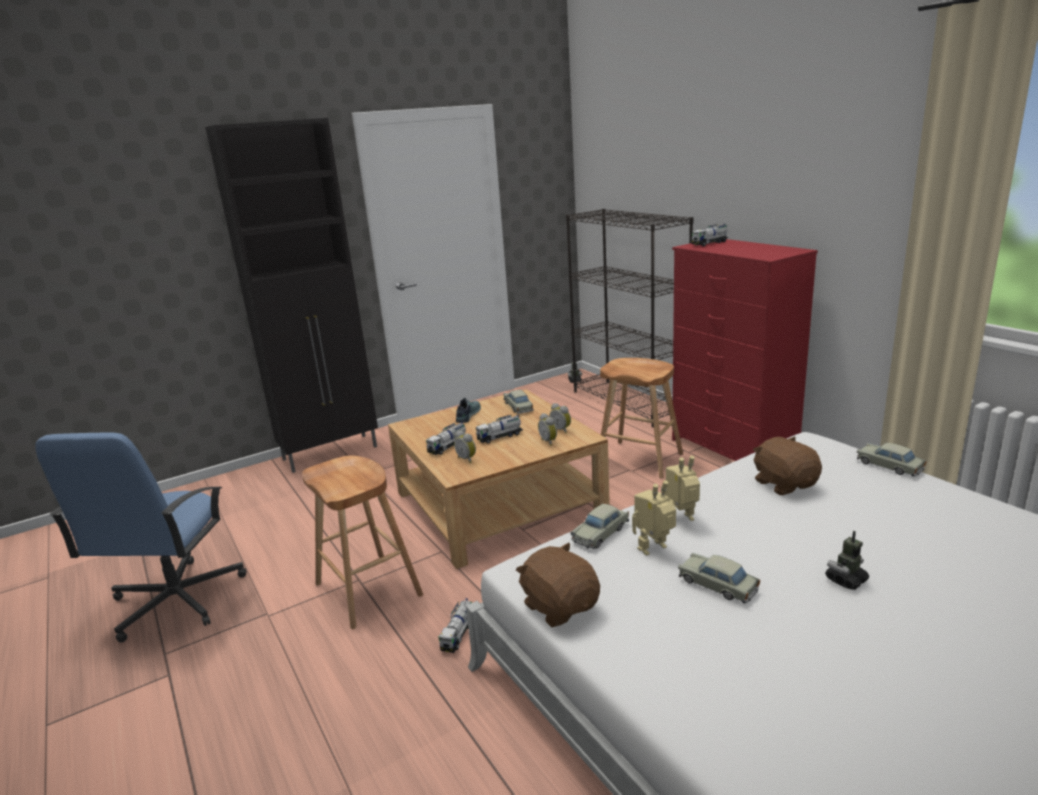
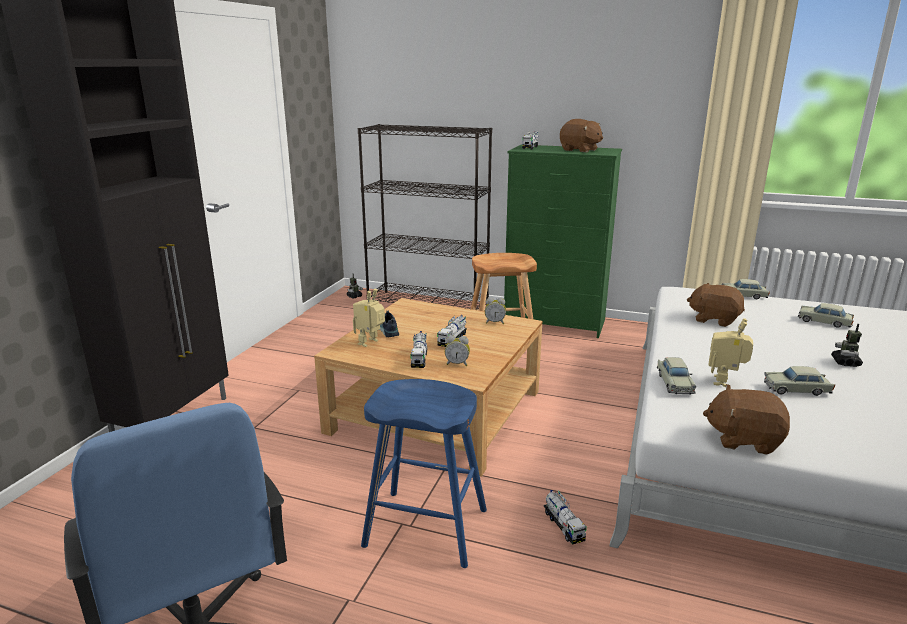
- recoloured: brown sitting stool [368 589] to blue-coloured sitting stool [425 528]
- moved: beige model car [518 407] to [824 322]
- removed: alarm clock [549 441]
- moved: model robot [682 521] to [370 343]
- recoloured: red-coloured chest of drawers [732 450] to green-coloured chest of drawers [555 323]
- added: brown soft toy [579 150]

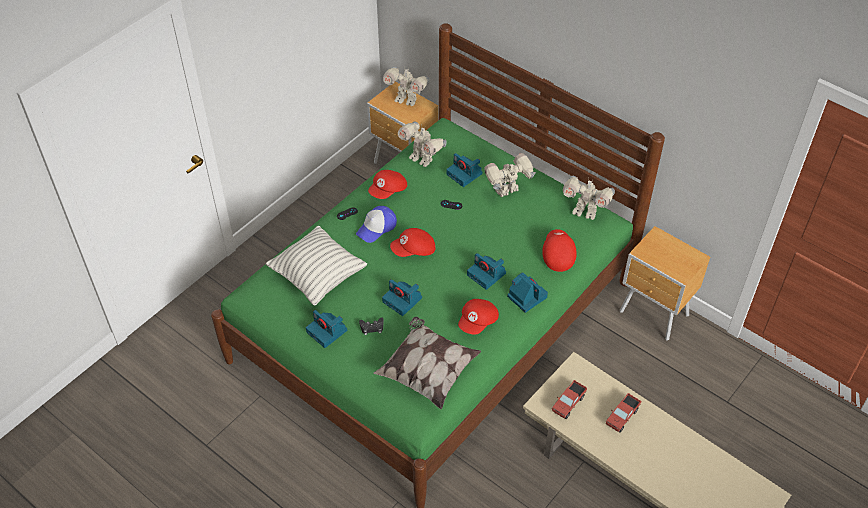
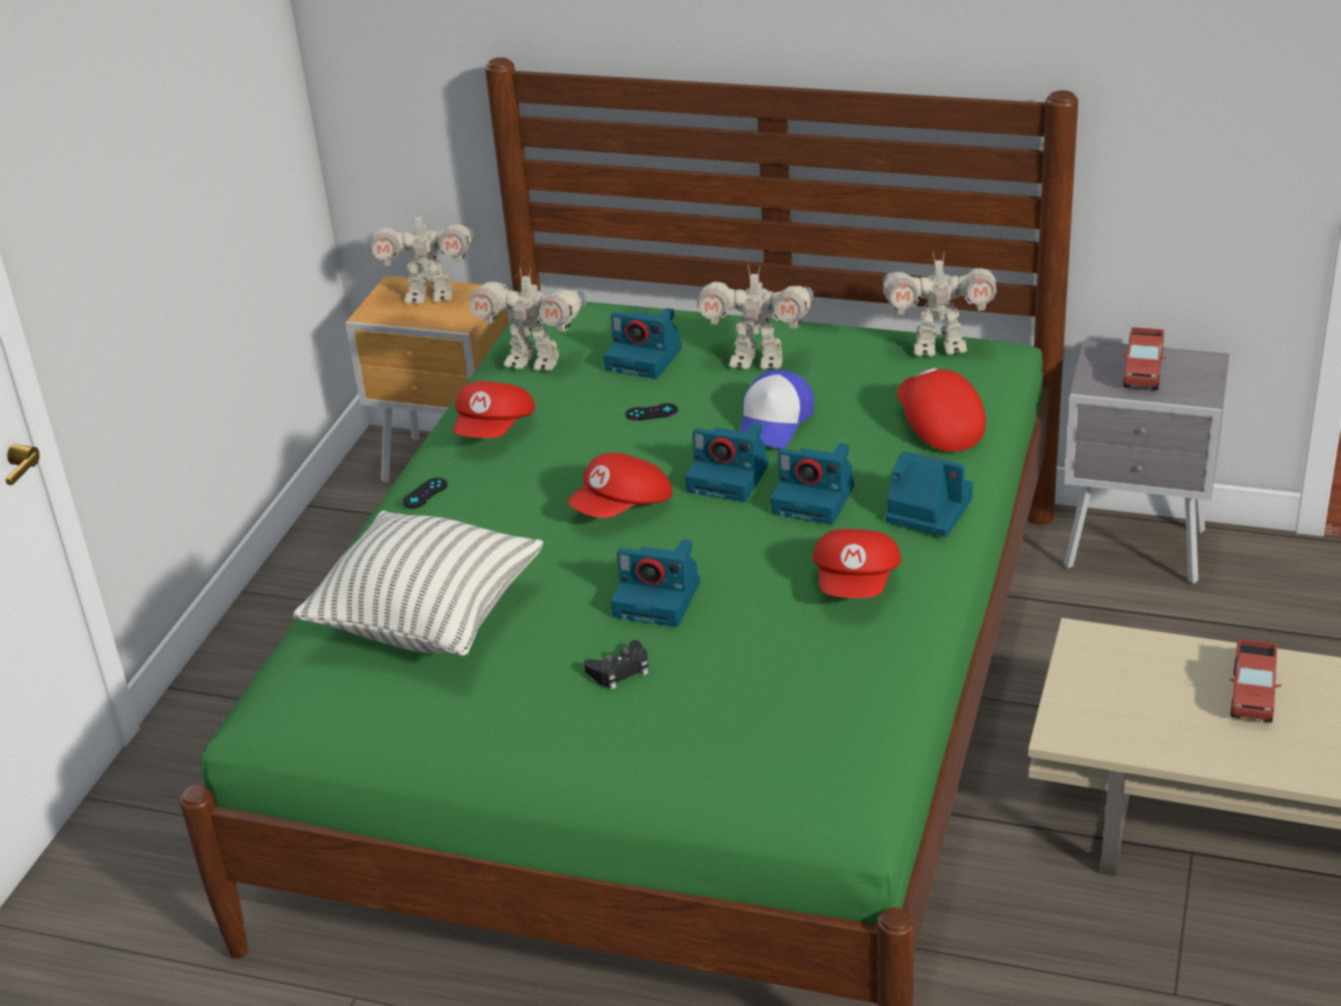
- moved: photo camera [327 331] to [730 478]
- moved: peaked cap [377 227] to [774 422]
- removed: throw pillow [427 371]
- turned: model robot [508 192] = [757 360] 120 degrees counterclockwise
- moved: model truck [568 403] to [1142 372]
- recoloured: brown bedside table [654 315] to greyish bedside table [1138 551]

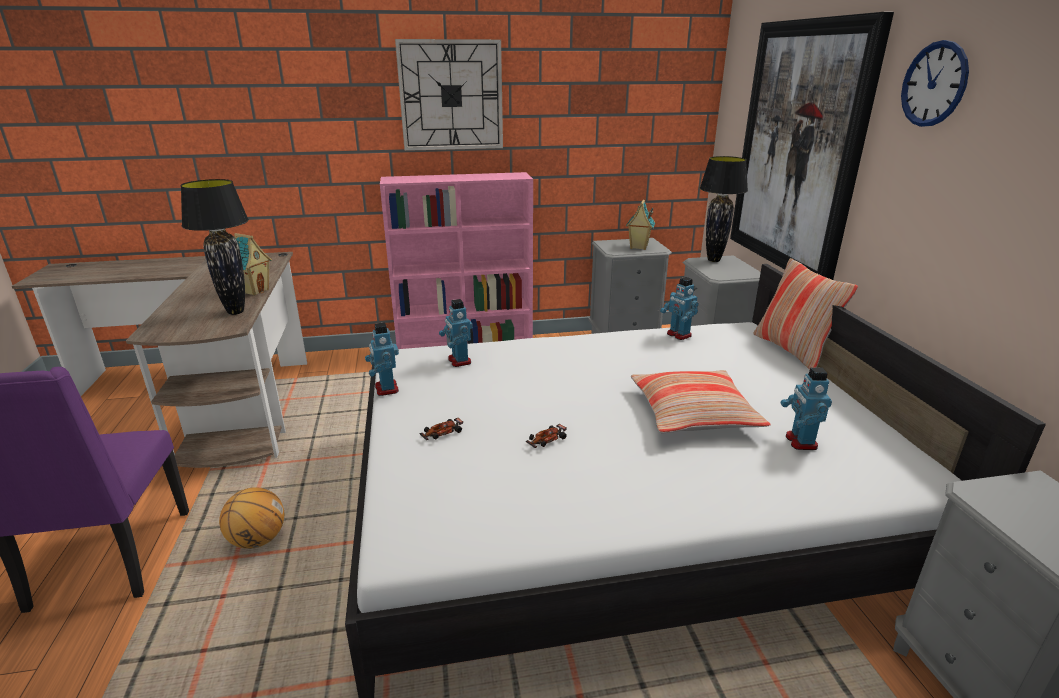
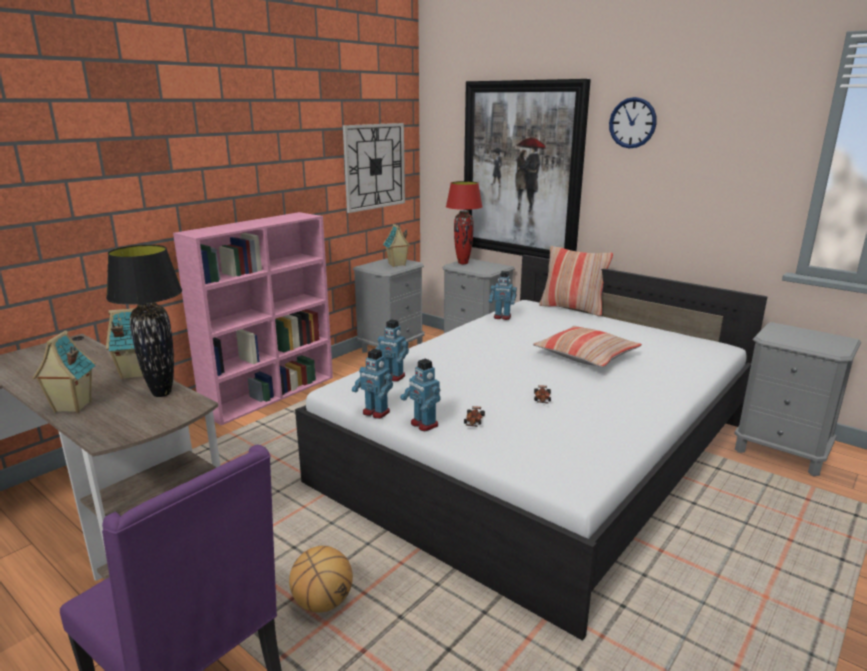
- moved: wall clock [451 96] to [374 166]
- recoloured: blackish lamp for a table [714 260] to red-coloured lamp for a table [463 263]
- moved: model robot [800 442] to [423 424]
- added: model house [71 407]

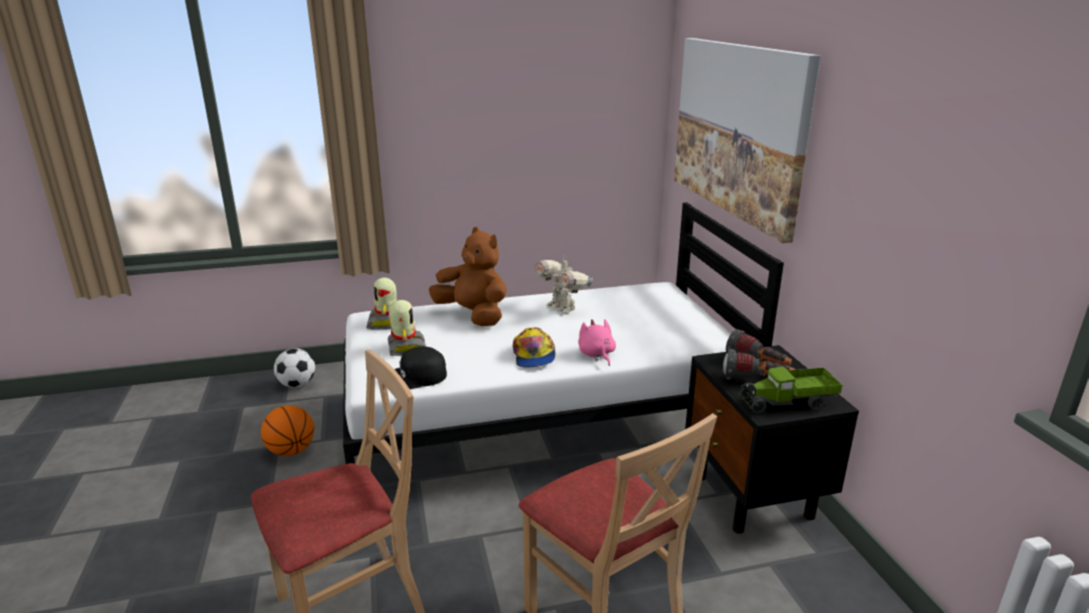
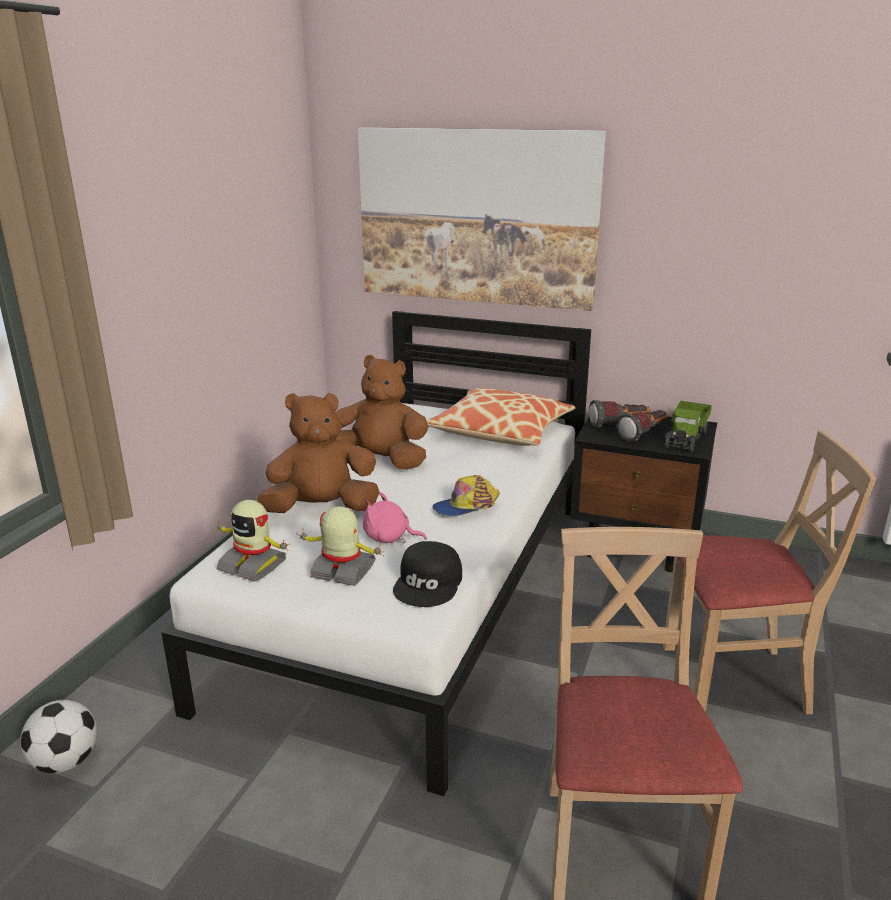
- removed: basketball ball [291 451]
- turned: peaked cap [534 355] = [466 506] 120 degrees clockwise
- replaced: model robot [562 308] to brown soft toy [380 461]
- moved: pink soft toy [596 354] to [389 538]
- added: throw pillow [500 431]

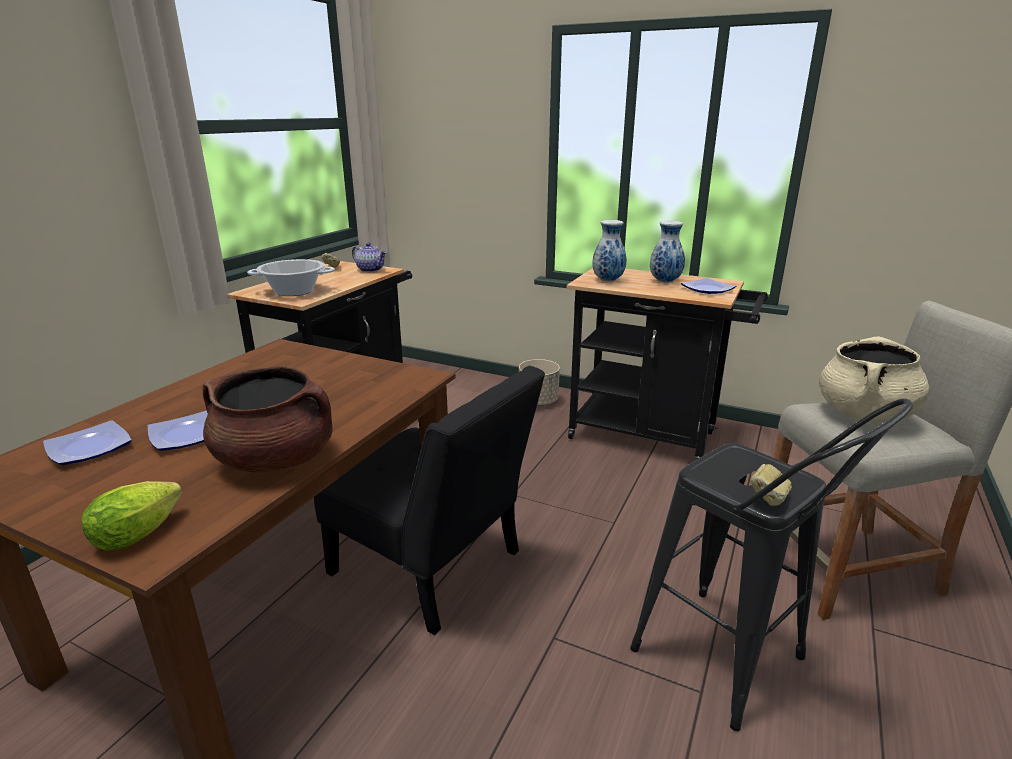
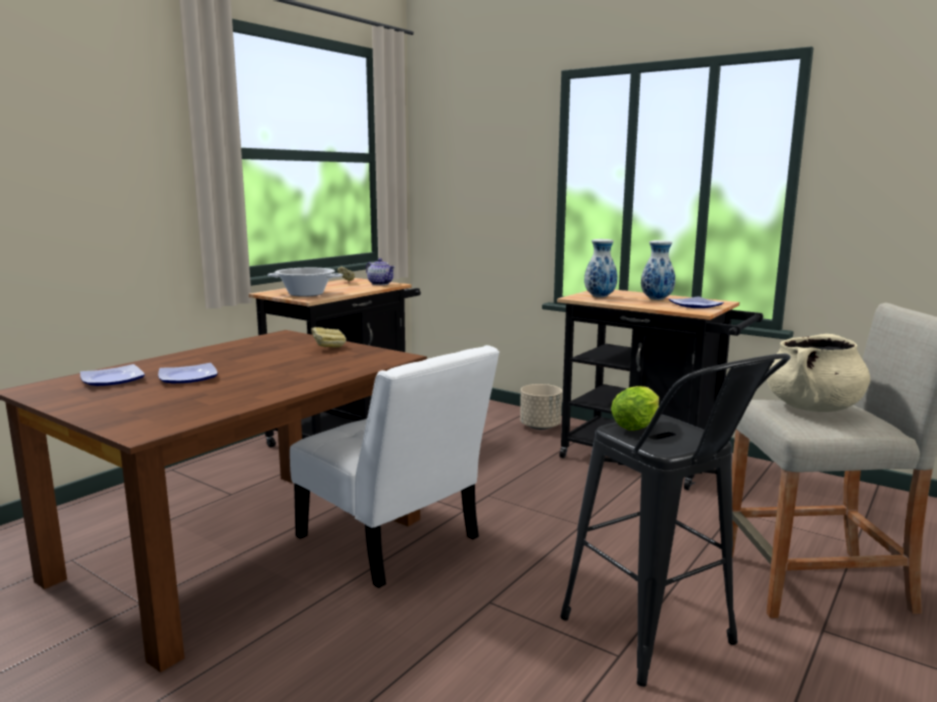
- moved: head of lettuce [142 532] to [638 425]
- removed: brown stockpot [276 459]
- recoloured: blackish plain chair [433 568] to white-coloured plain chair [393 542]
- moved: baked bread [768 500] to [328 348]

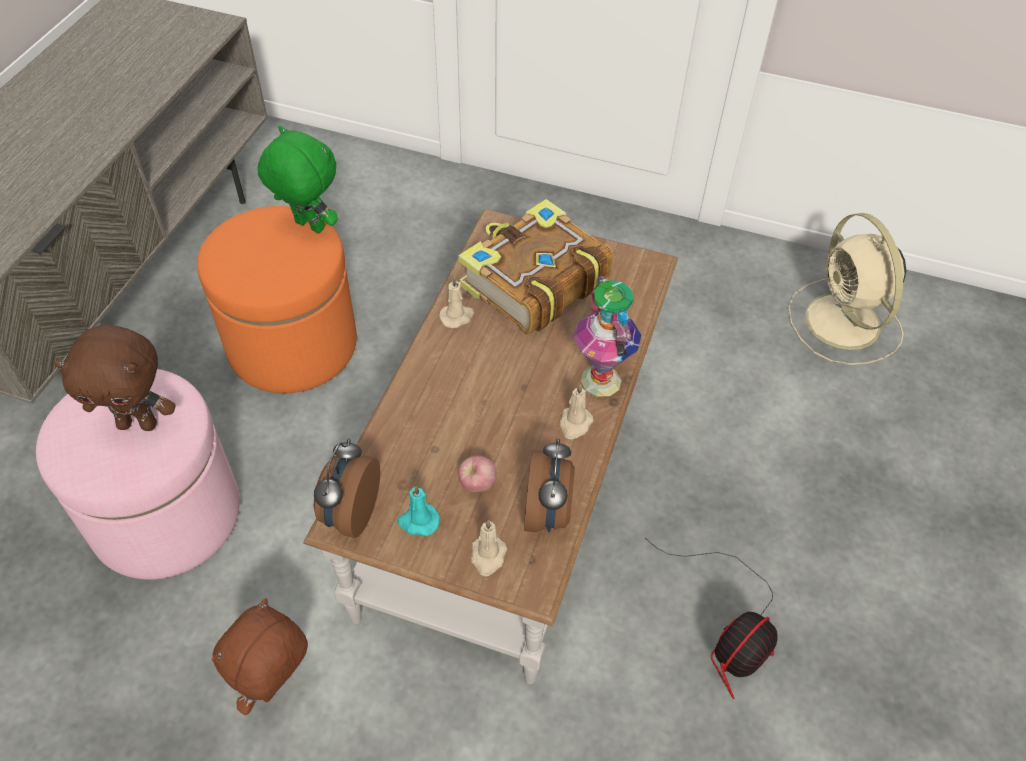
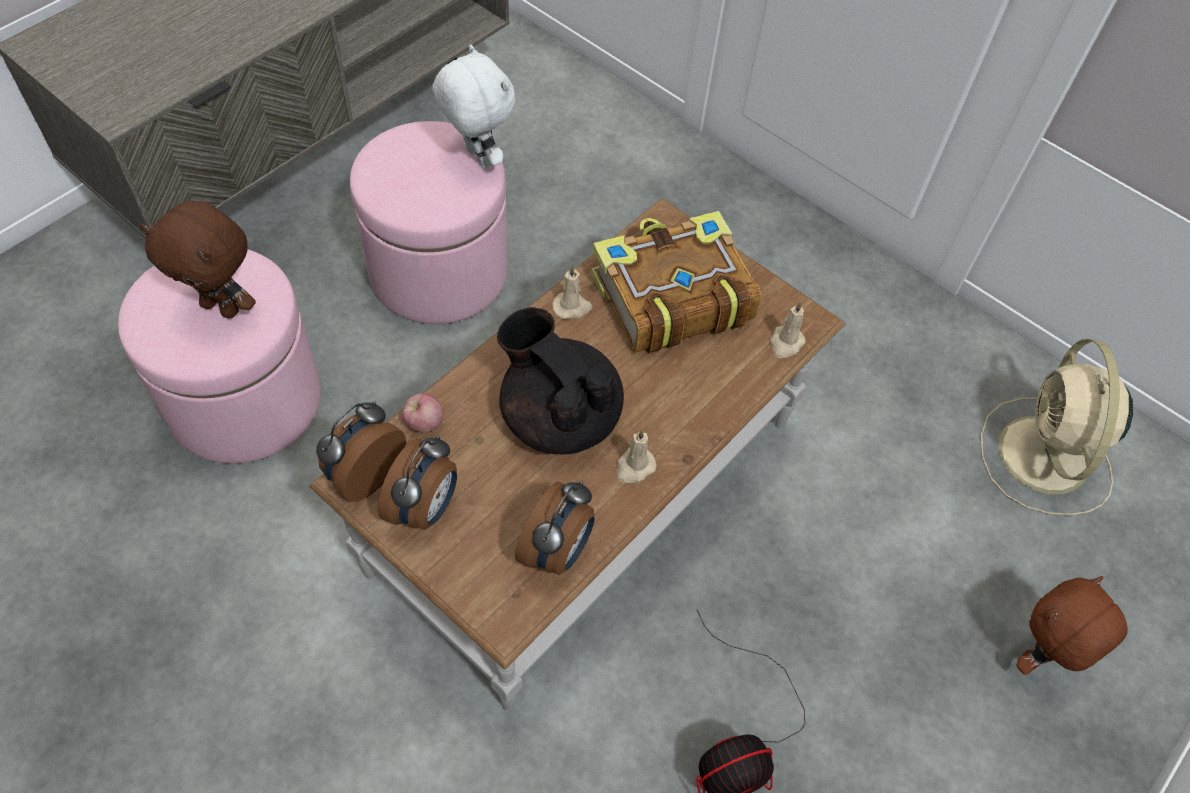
- recoloured: orange-coloured pouffe [292 344] to pink pouffe [439 271]
- moved: brown soft toy [277 687] to [1039 657]
- recoloured: green-coloured soft toy [308 227] to white-coloured soft toy [476 158]
- replaced: blue-green wax candle [418 521] to alarm clock [425 508]
- moved: whole apple [477 484] to [424 423]
- moved: beige wax candle [488 557] to [785 343]
- removed: decorative vase [602 380]
- added: blackish pot for tea [559 416]

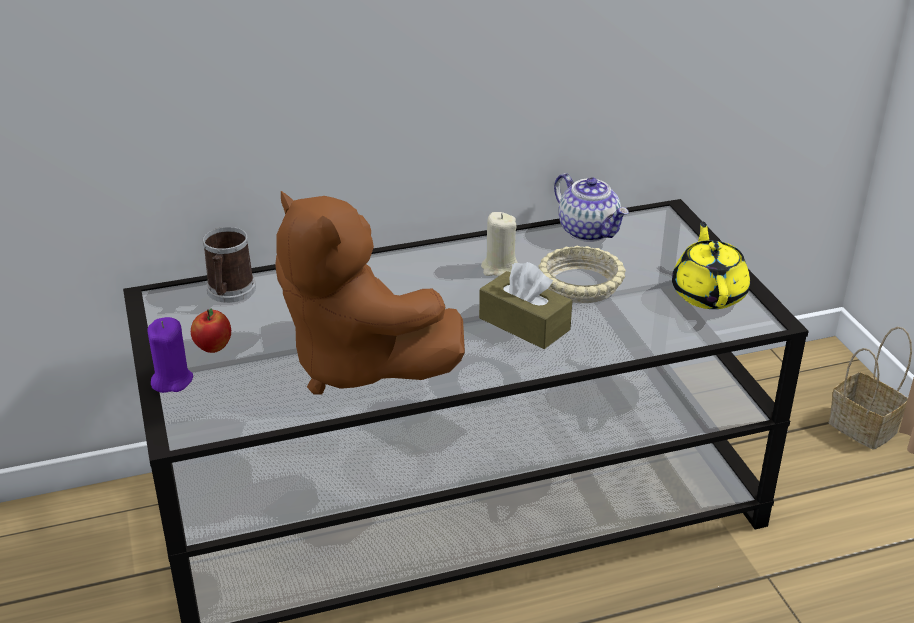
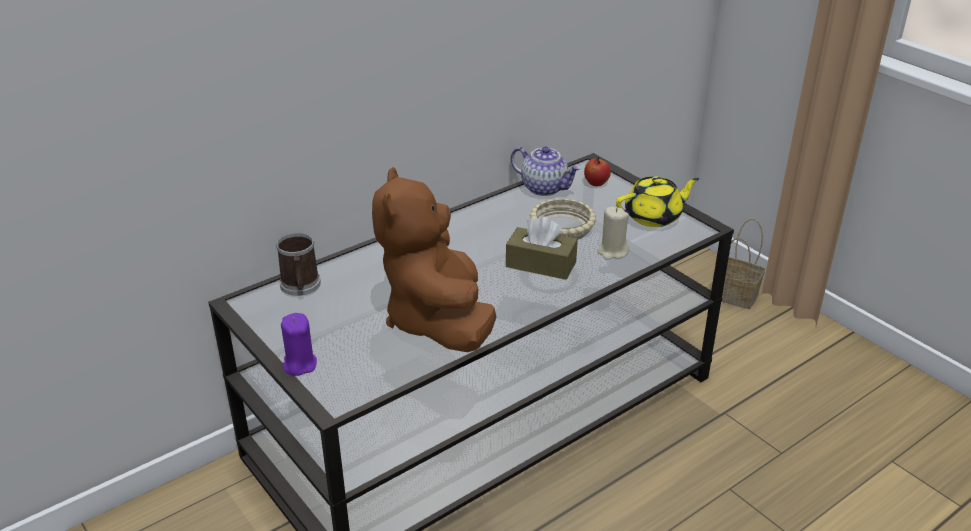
- moved: whole apple [213 347] to [596 183]
- turned: brown soft toy [357 365] = [437 320] 60 degrees clockwise
- moved: beige wax candle [500 268] to [612 252]
- turned: yellow pot for tea [708 293] = [654 217] 90 degrees clockwise

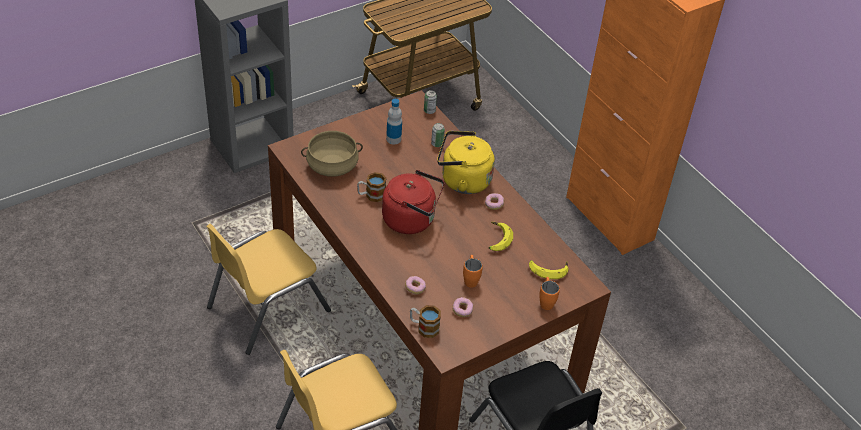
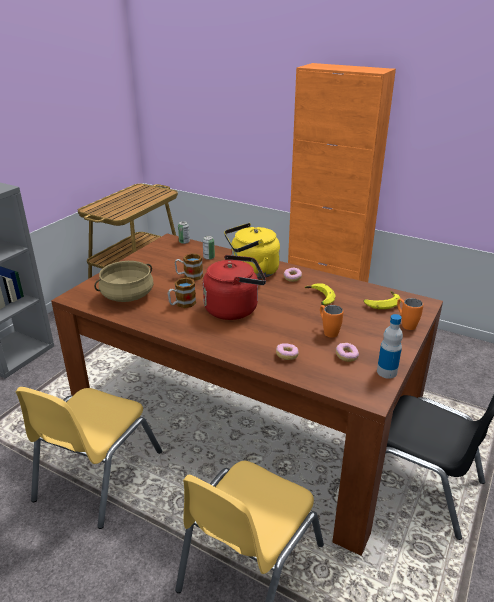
- moved: drink bottle [393 139] to [386 372]
- moved: coffee mug [424 327] to [189 276]

